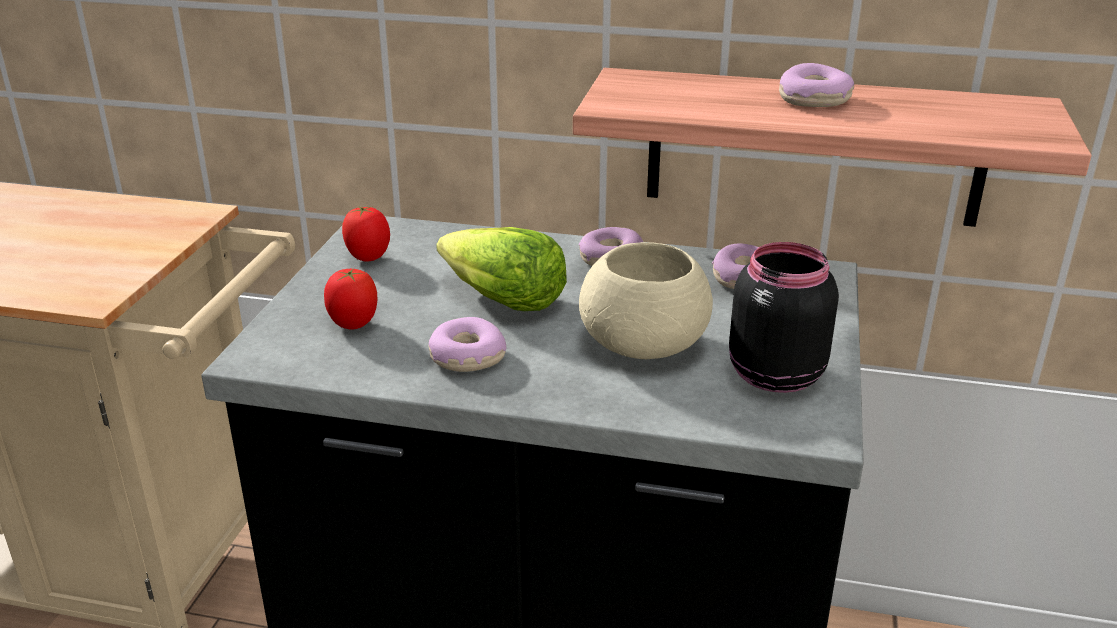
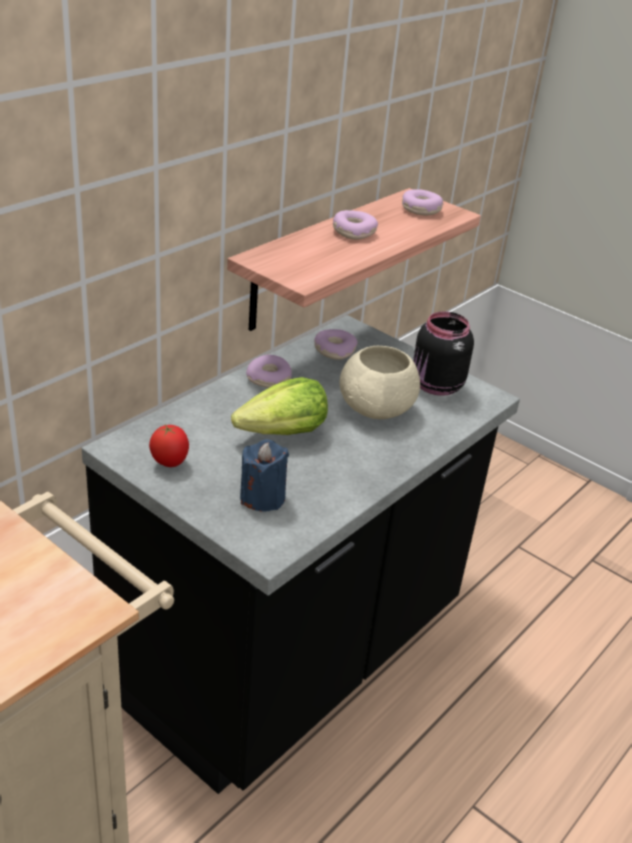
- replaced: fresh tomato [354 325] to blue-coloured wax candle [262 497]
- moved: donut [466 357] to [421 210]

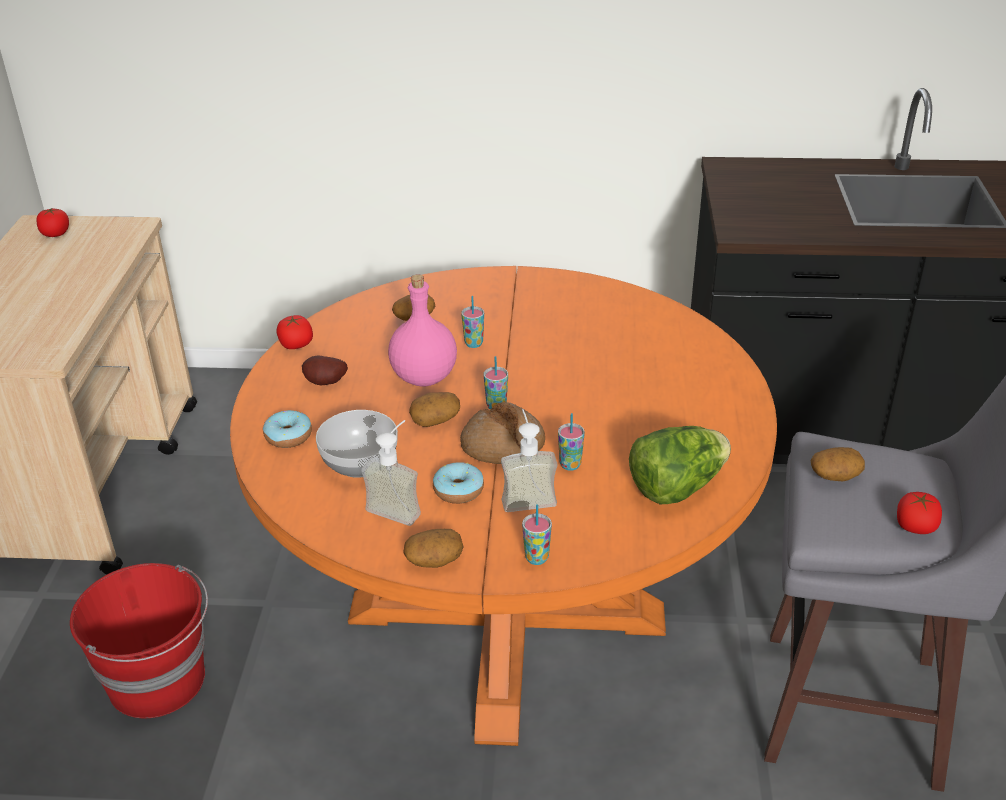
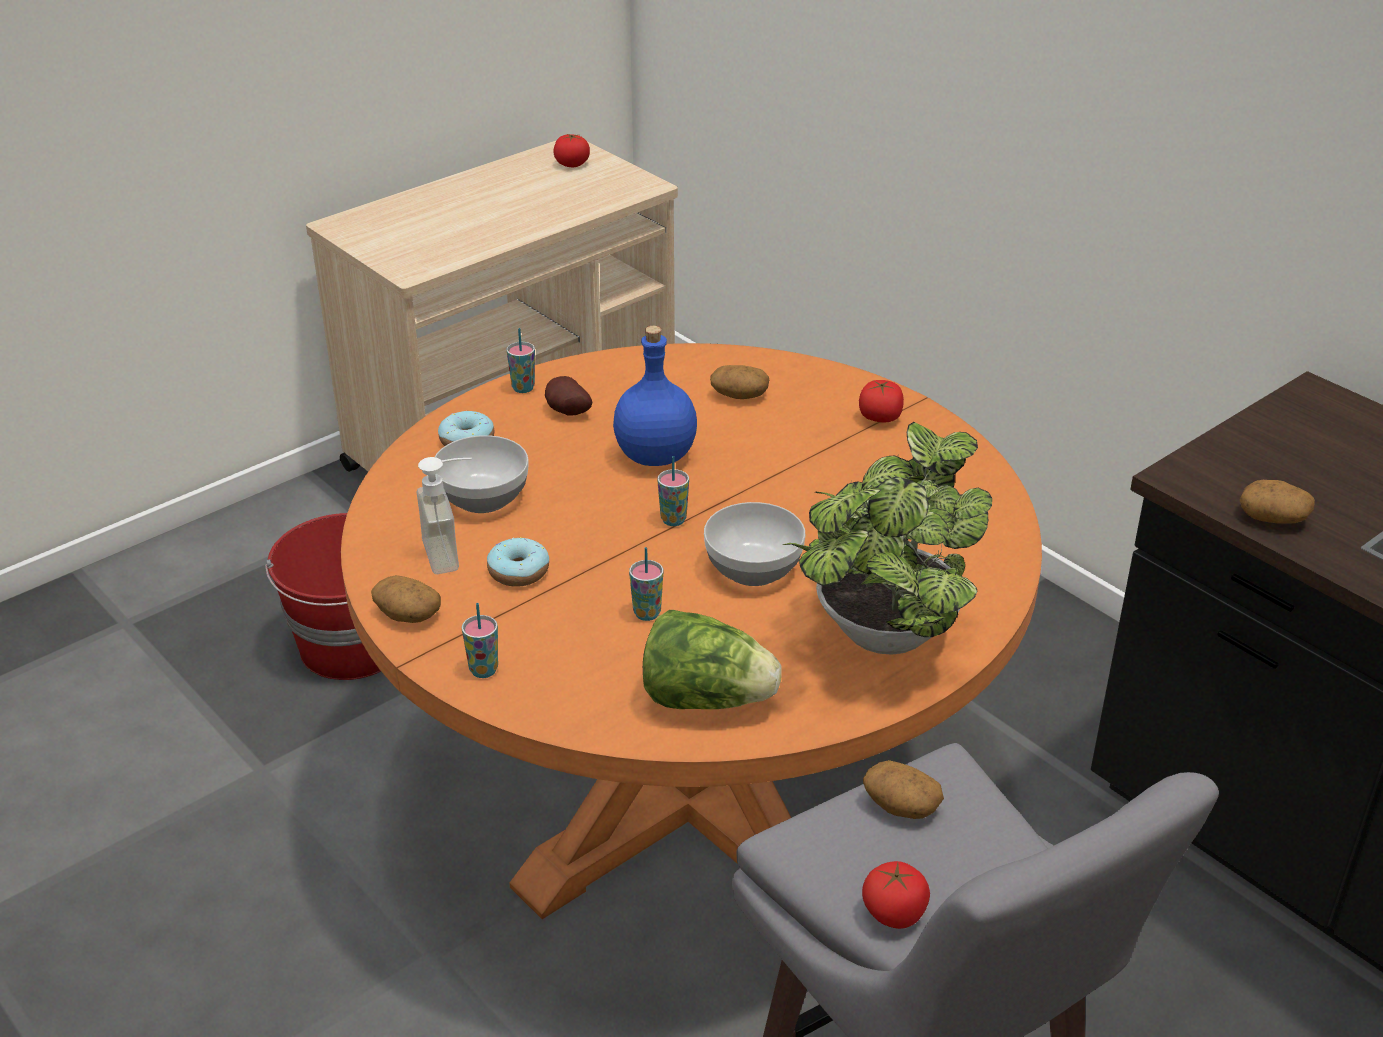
- moved: fresh tomato [296 345] to [880 417]
- recoloured: pink drink bottle [423 378] to blue-coloured drink bottle [654 455]
- moved: spud [435 419] to [1273 517]
- removed: baked bread [503 446]
- moved: small cup [473 343] to [523 388]
- removed: soap dispenser [527 496]
- added: bowl [753 569]
- added: plant in a pot [881 638]

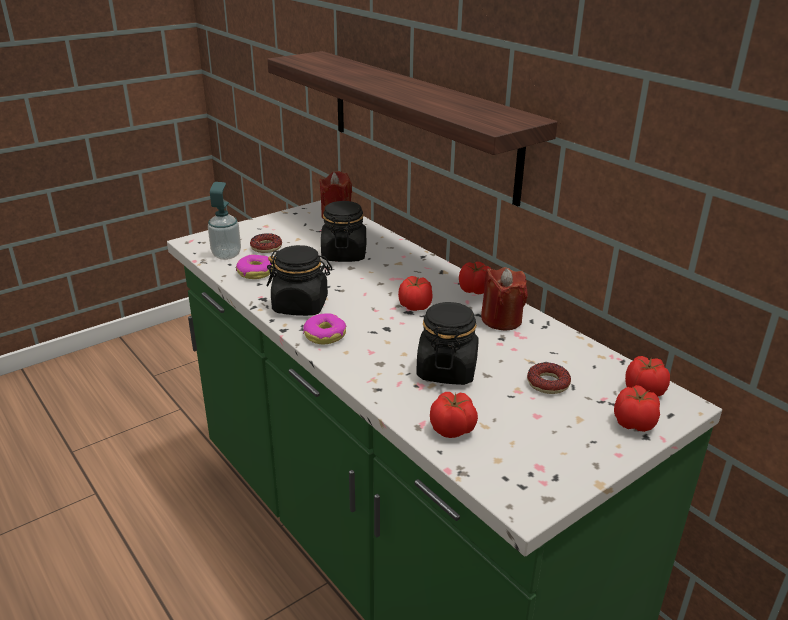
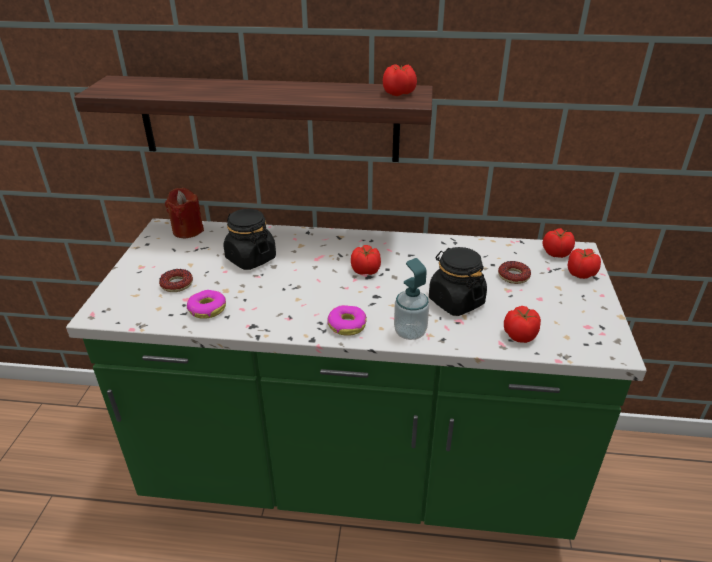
- moved: soap dispenser [226 255] to [410 332]
- removed: blackish jar [301 306]
- moved: fresh tomato [475 291] to [399 93]
- removed: red-coloured wax candle [501 320]

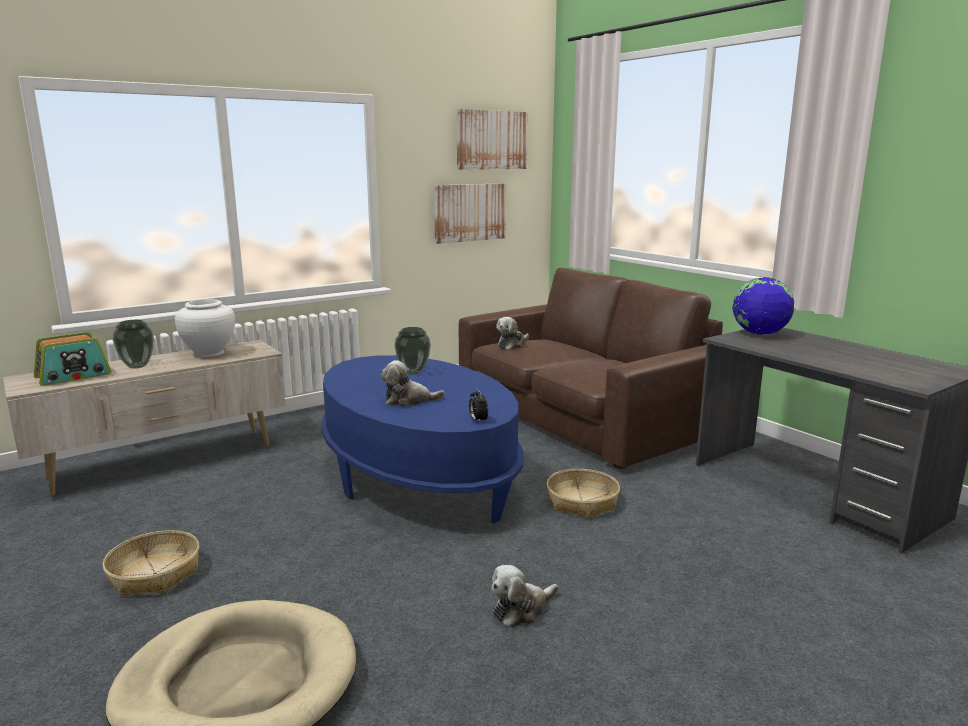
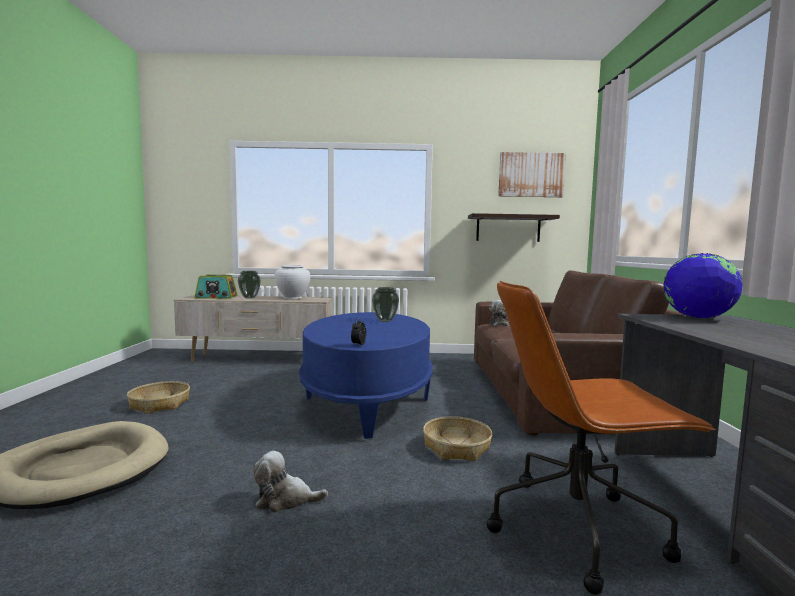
- removed: soft toy [408 400]
- replaced: wall picture [469 212] to shelf [508 228]
- added: brown office chair [578 527]

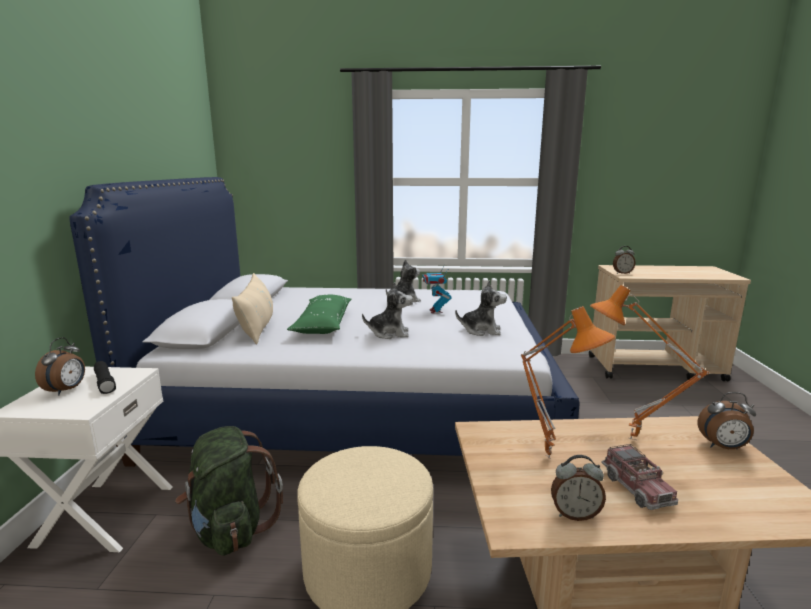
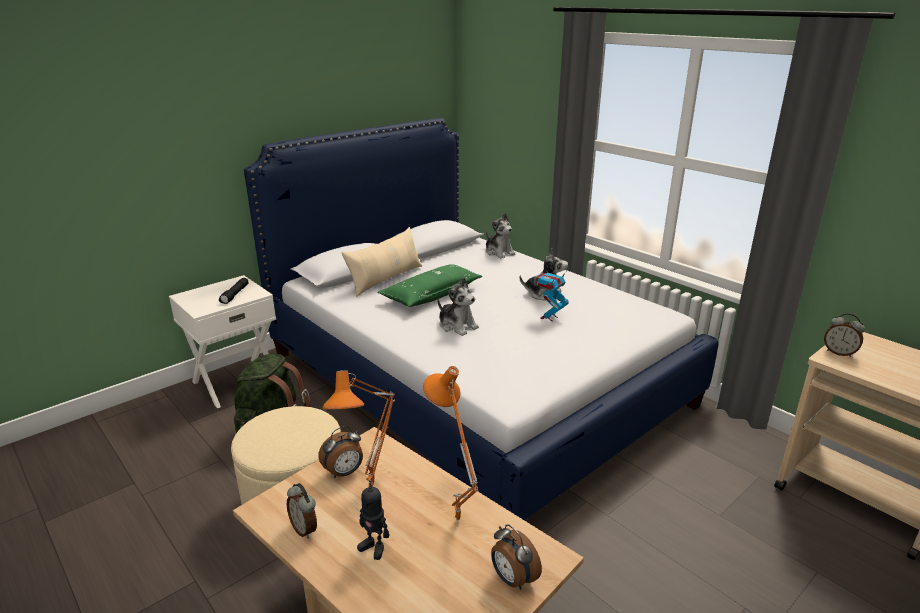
- moved: alarm clock [67 390] to [344 473]
- moved: soft toy [481 330] to [499 252]
- replaced: model truck [637 488] to model robot [374 547]

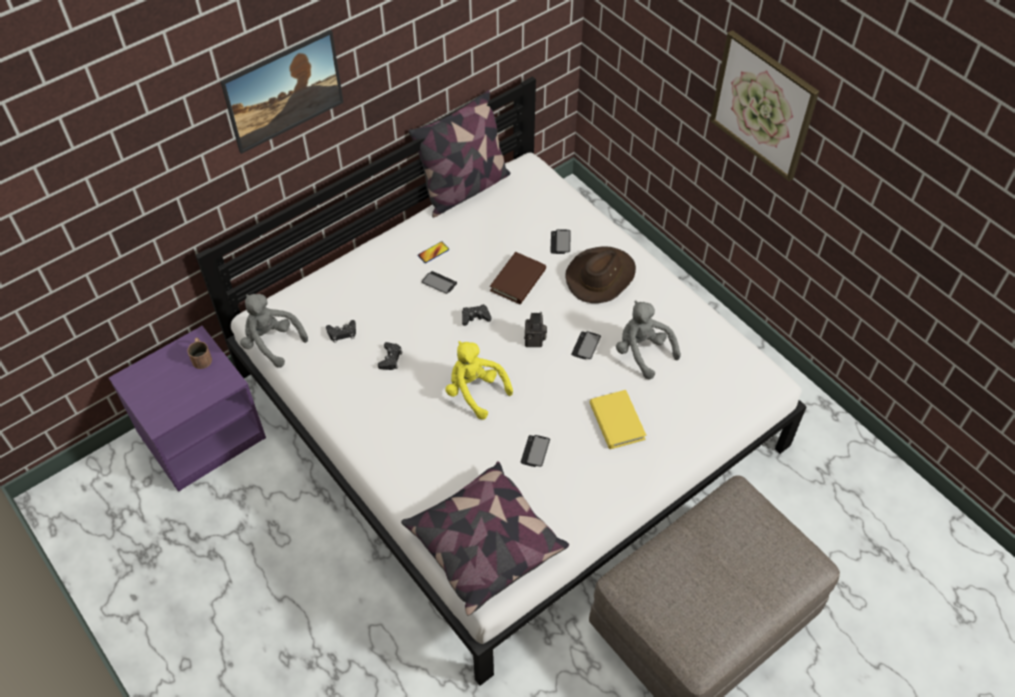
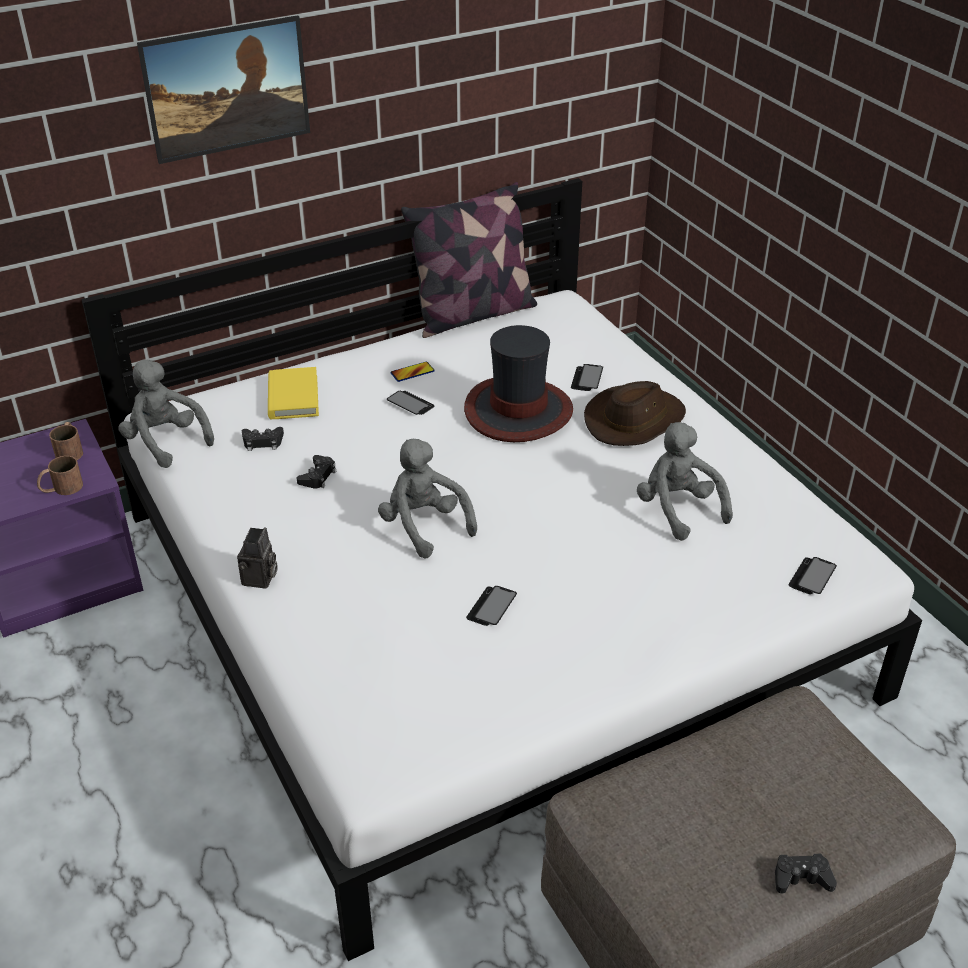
- removed: throw pillow [483 544]
- recoloured: yellow soft toy [475 391] to greyish soft toy [424 526]
- moved: blackish game controller [475 317] to [801 878]
- replaced: brown book [518 280] to wearable hat [518 411]
- moved: photo camera [535 341] to [260 579]
- moved: telephone [586 346] to [812 577]
- moved: yellow book [616 421] to [293 397]
- removed: wall picture [763 105]
- added: brown coffee mug [61 488]

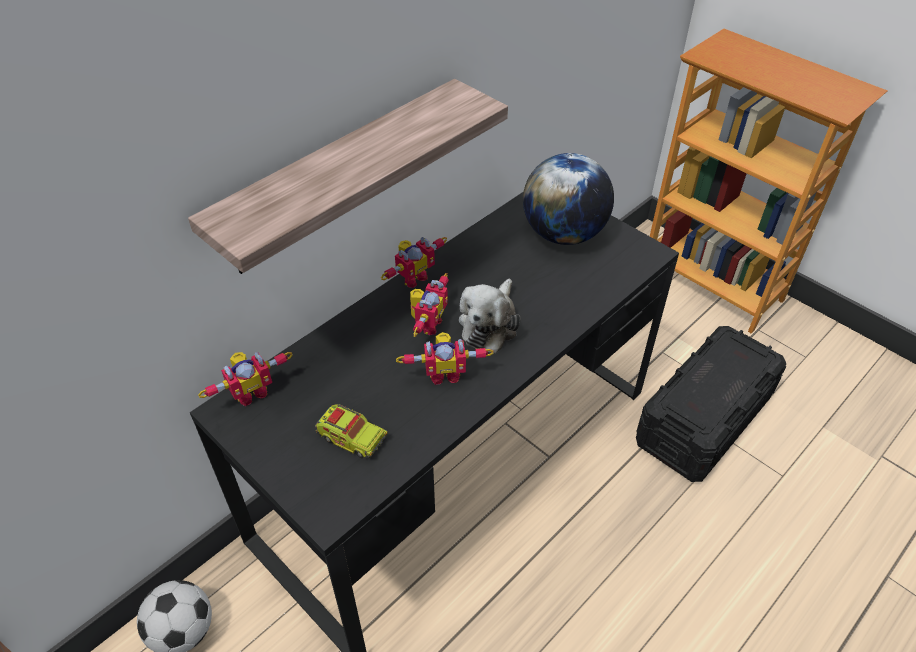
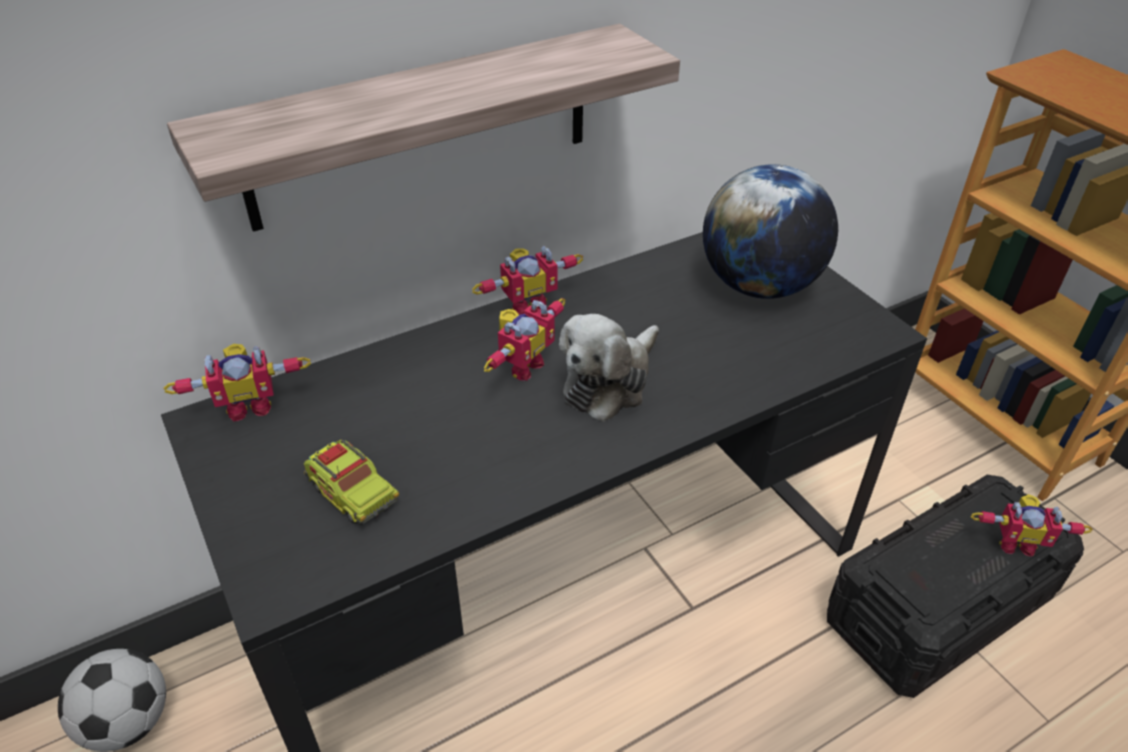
- moved: model robot [444 373] to [1016 542]

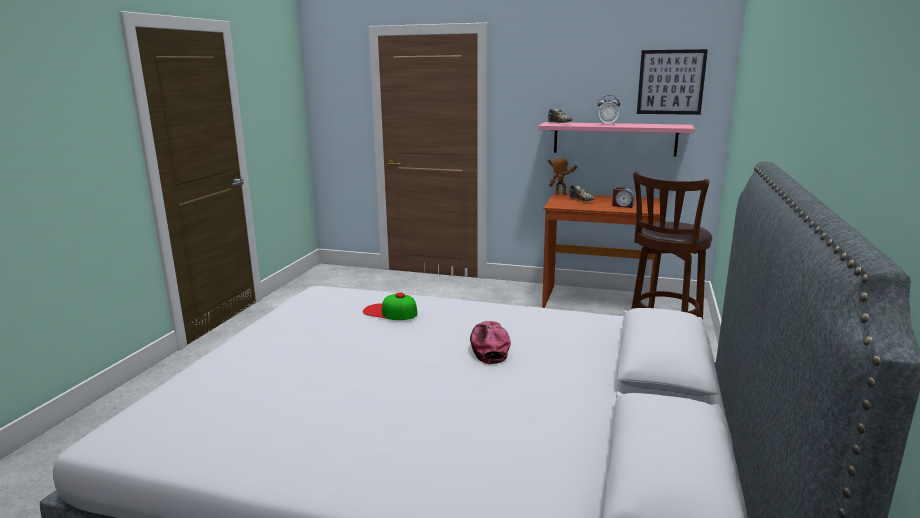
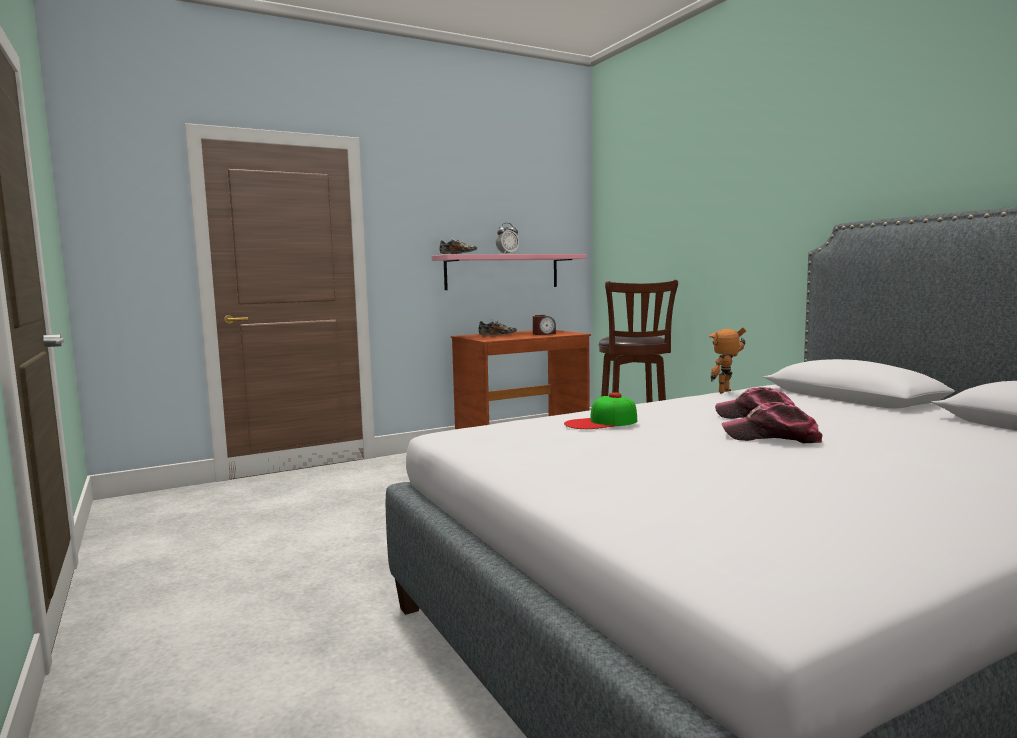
- moved: model robot [561 195] to [727 392]
- removed: wall picture [671 82]
- added: peaked cap [772 437]

